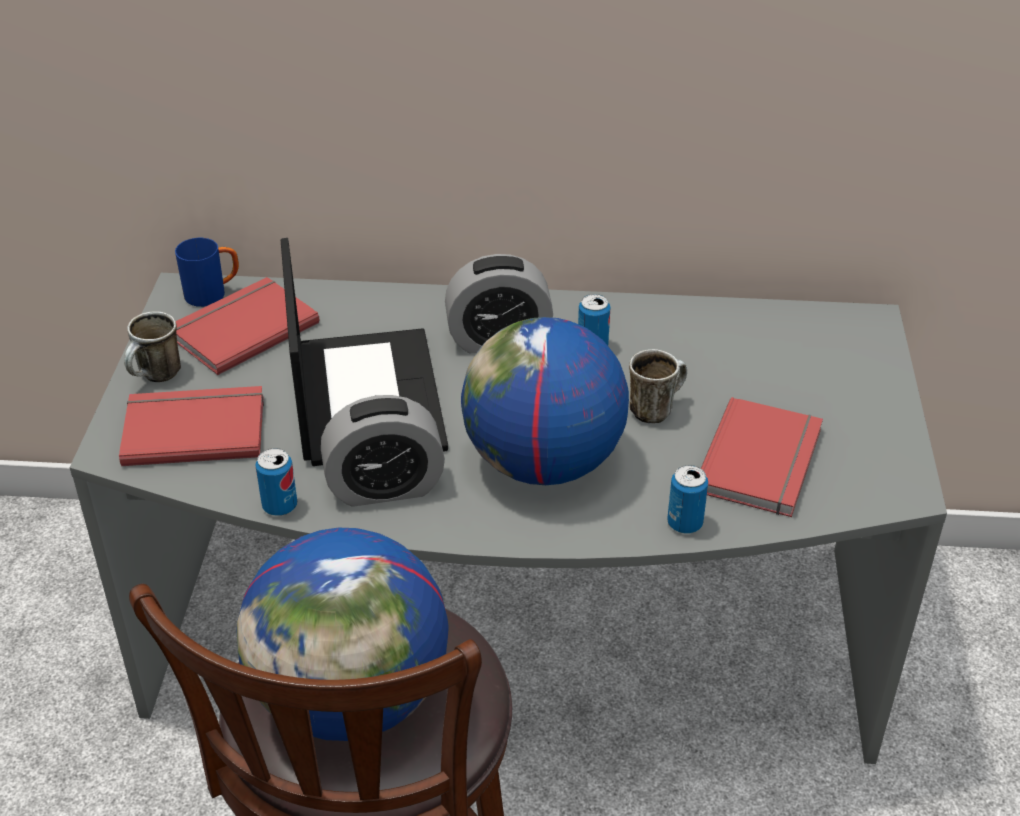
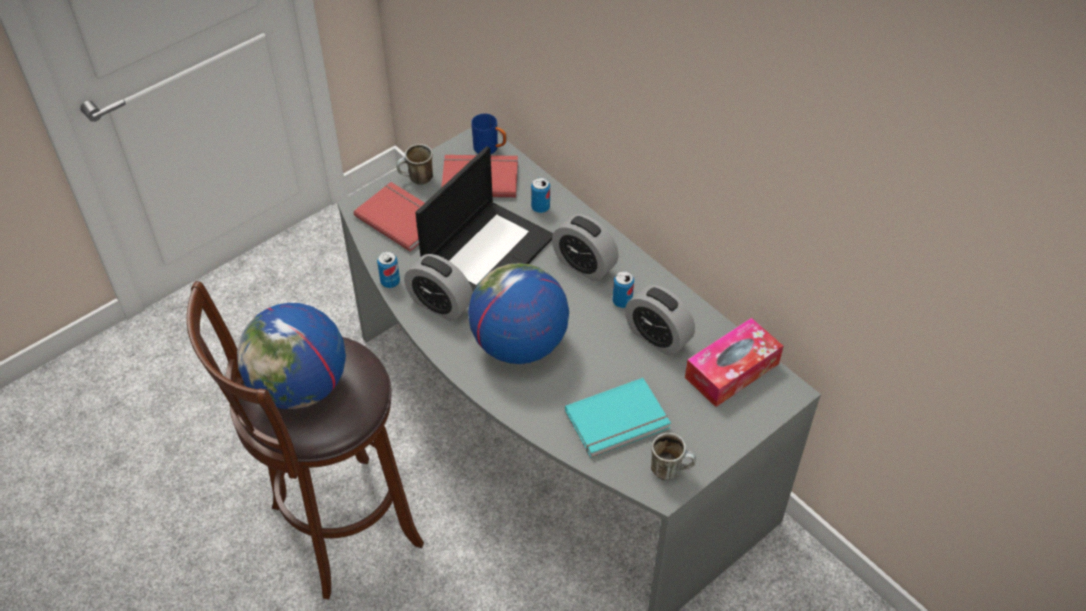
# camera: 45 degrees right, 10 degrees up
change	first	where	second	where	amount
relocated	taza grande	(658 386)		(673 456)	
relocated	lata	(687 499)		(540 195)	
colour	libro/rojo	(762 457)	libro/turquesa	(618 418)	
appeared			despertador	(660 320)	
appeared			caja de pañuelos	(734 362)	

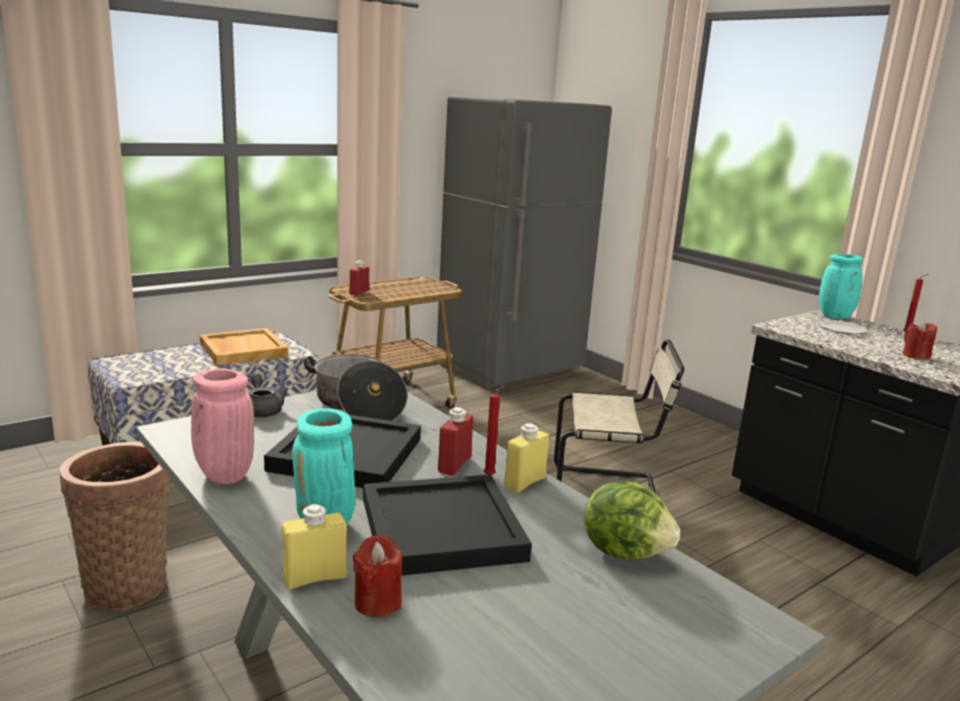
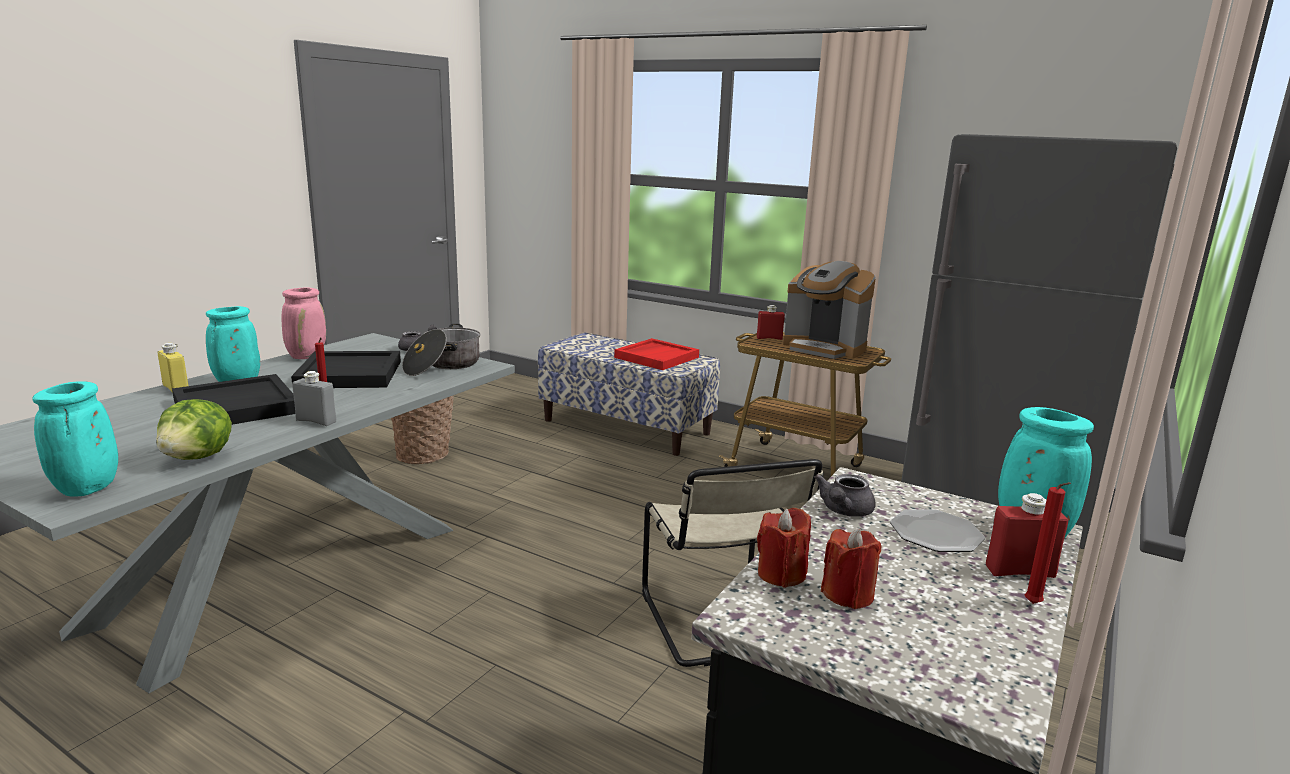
# camera: 70 degrees right, 0 degrees up
change	first	where	second	where	amount
colour	bandeja/beis	(244 346)	bandeja/rojo	(656 354)	
relocated	vela/rojo	(377 576)		(784 548)	
relocated	botella/rojo	(455 441)		(1027 535)	
colour	botella/amarillo	(526 458)	botella/gris	(314 398)	
appeared			florero/turquesa	(75 439)	
appeared			cafetera	(829 310)	
appeared			tetera/gris	(844 495)	

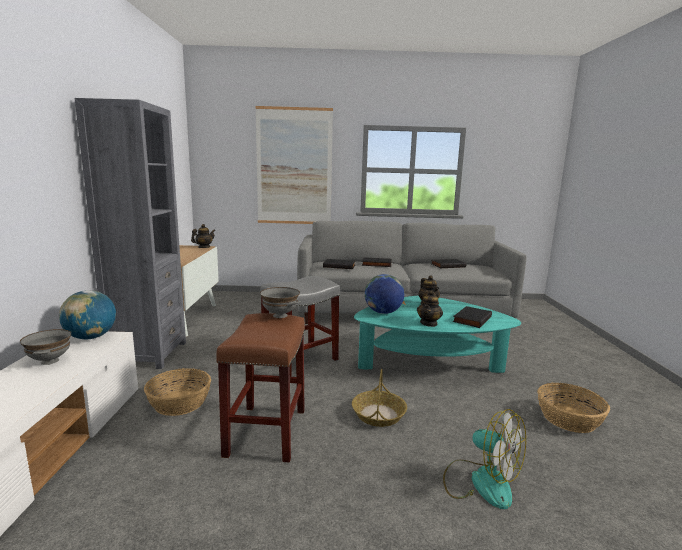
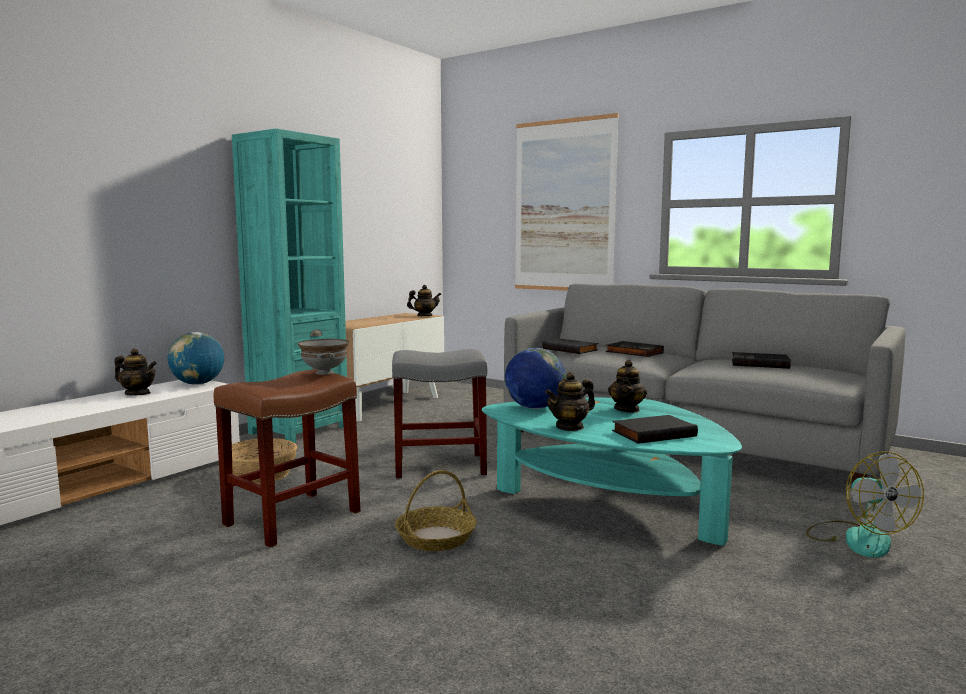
# camera: 35 degrees right, 5 degrees down
change	first	where	second	where	amount
exchanged	cuenco/gris	(45 347)	tetera	(135 371)	
colour	estantería/gris	(130 233)	estantería/turquesa	(289 286)	
relocated	ventilador	(484 459)		(865 504)	
missing	cesta	(573 408)			

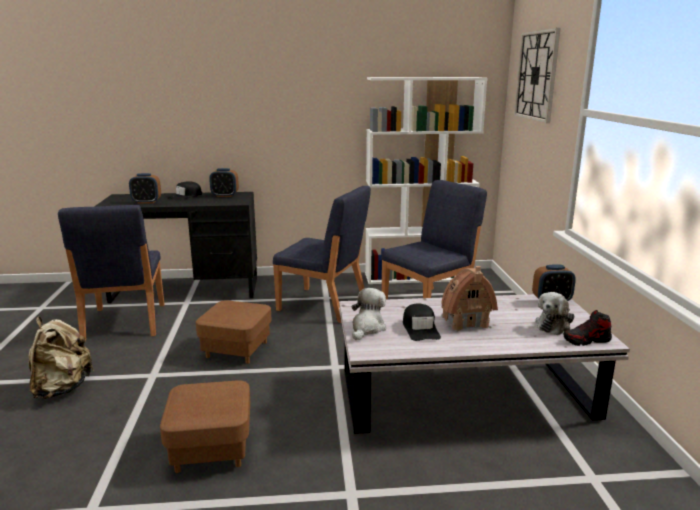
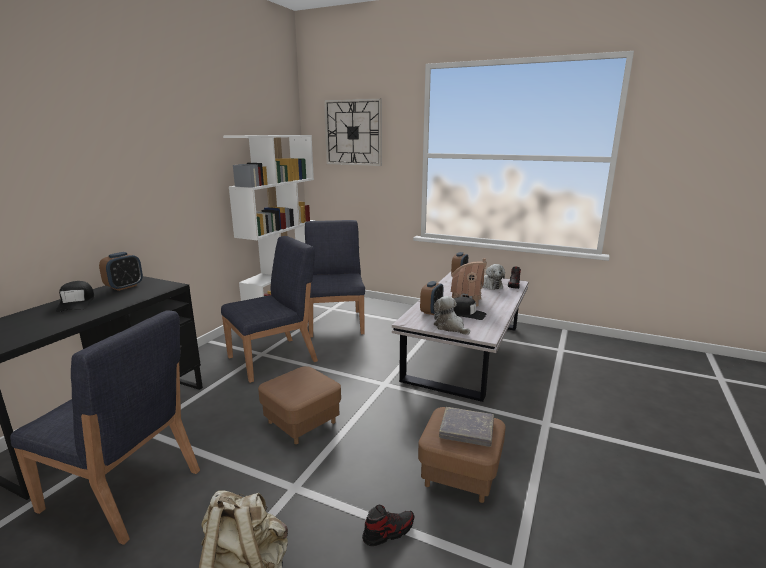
# camera: 60 degrees left, 0 degrees up
change	first	where	second	where	amount
relocated	despertador	(145 188)		(431 298)	
appeared			zapato	(388 525)	
appeared			libro/gris	(466 427)	

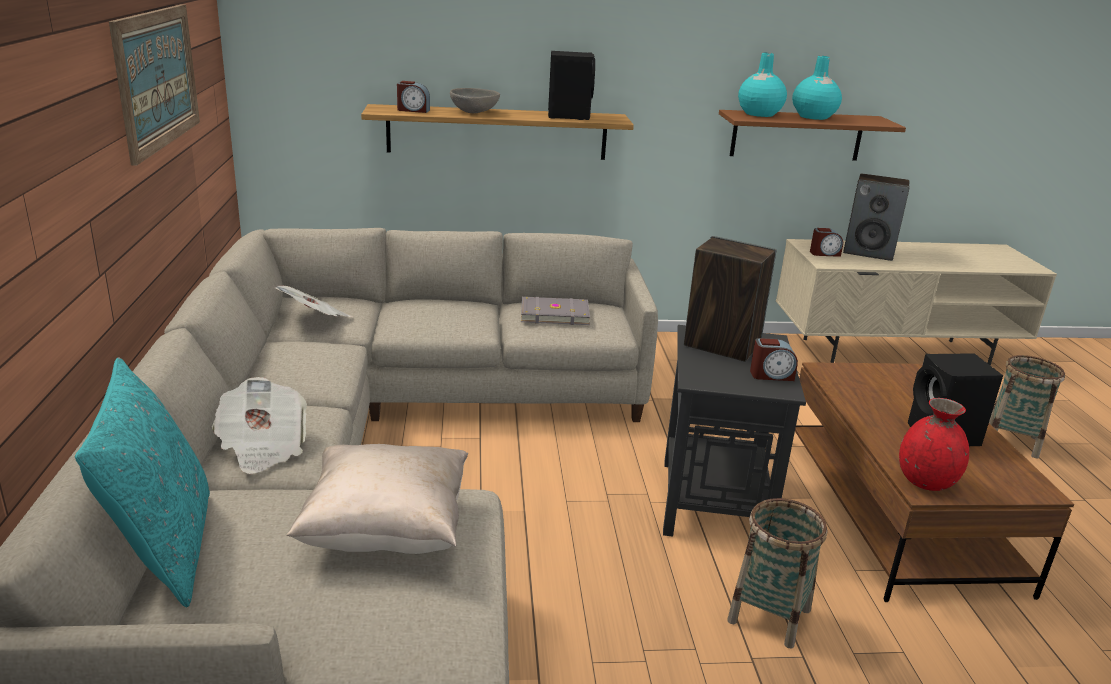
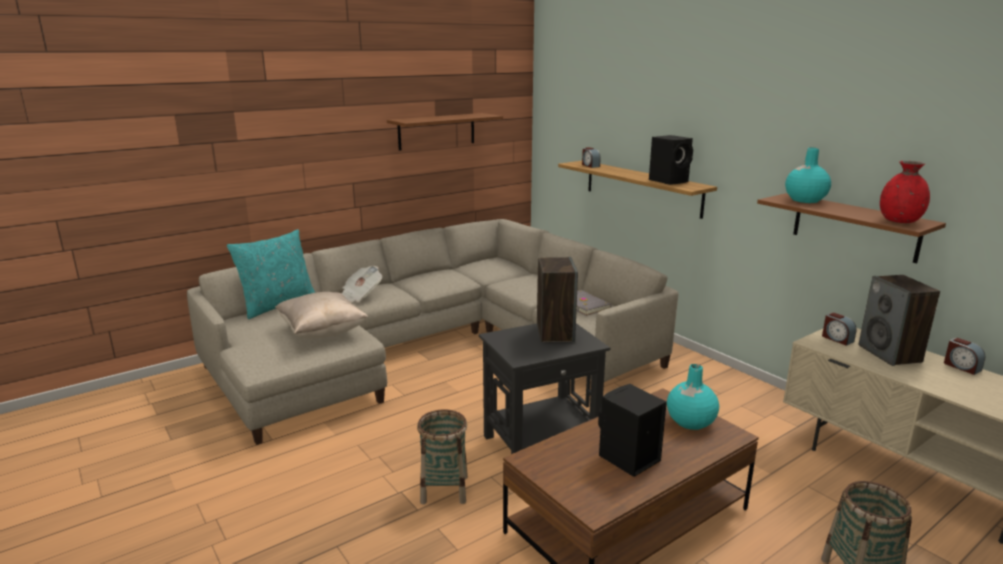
# camera: 60 degrees right, 5 degrees down
change	first	where	second	where	amount
exchanged	cuadro	(154 85)	estante/marrón	(445 132)	
missing	periódico	(313 301)			
missing	cuenco/gris	(475 100)			
relocated	despertador	(774 359)		(964 356)	
relocated	florero/turquesa	(817 88)		(693 397)	
relocated	florero/rojo	(934 444)		(905 192)	

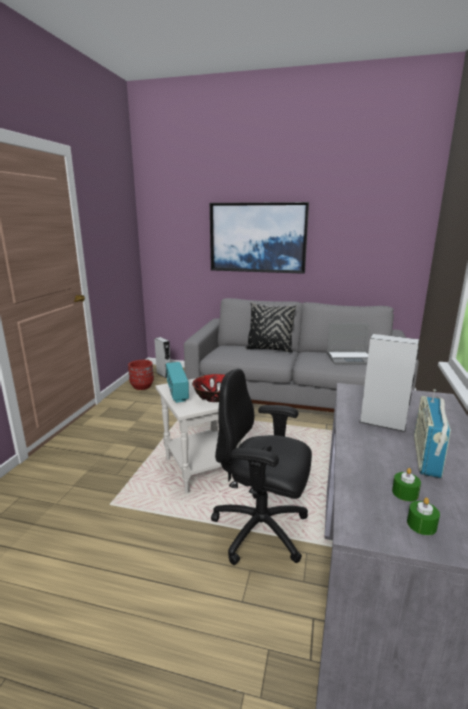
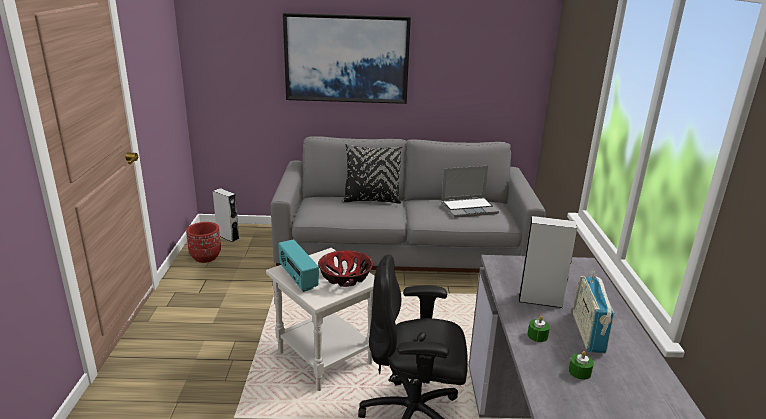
# camera: 15 degrees left, 5 degrees up
change	first	where	second	where	amount
relocated	vela/verde	(423 516)		(539 329)	

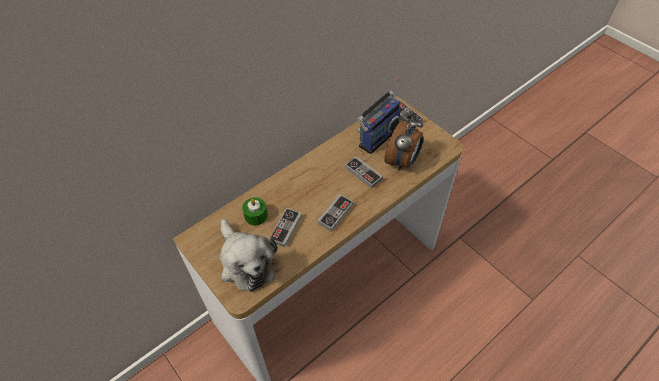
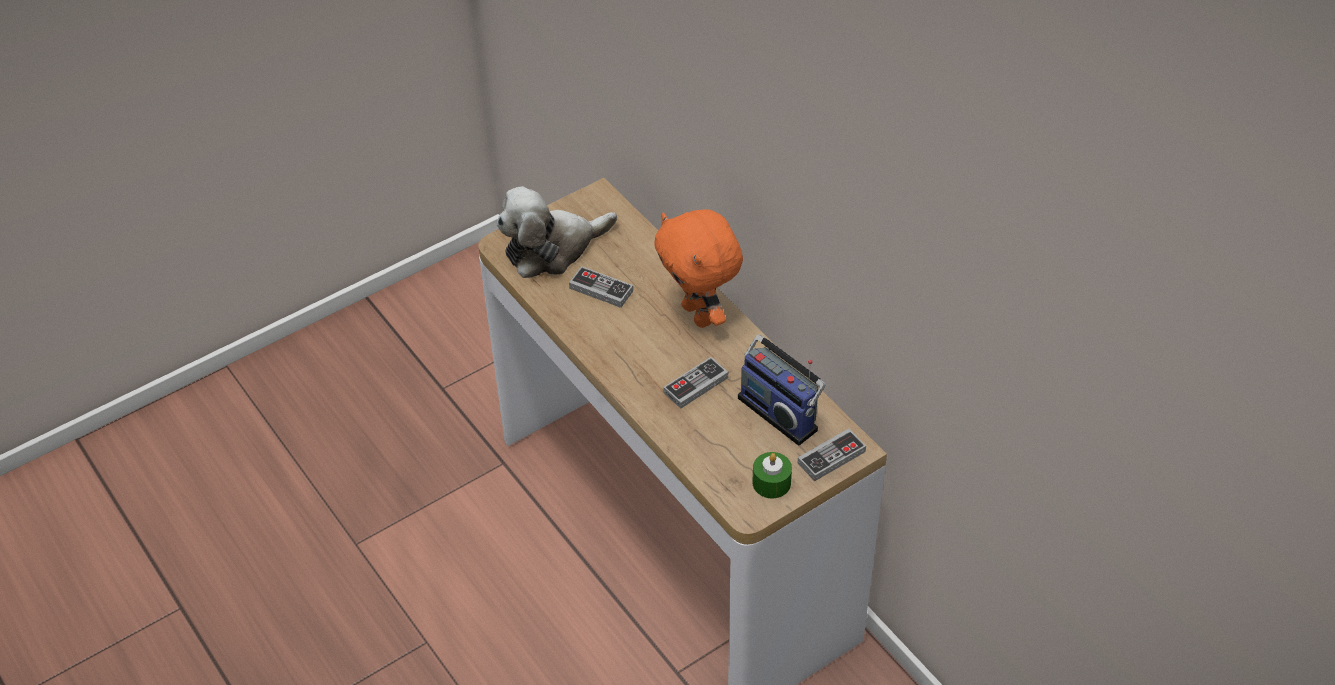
# camera: 95 degrees right, 5 degrees down
change	first	where	second	where	amount
relocated	vela/verde	(255 211)		(772 475)	
missing	mando de consola	(335 213)			
missing	despertador	(403 143)			
appeared			peluche/naranja	(698 269)	

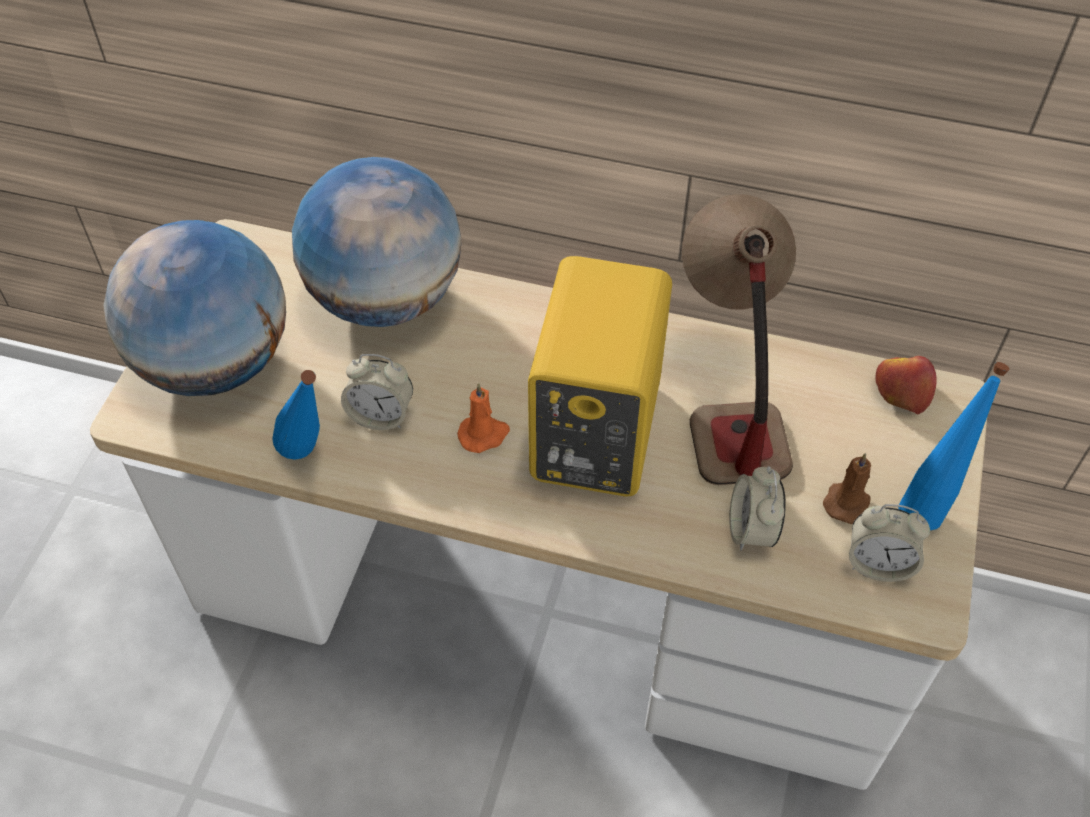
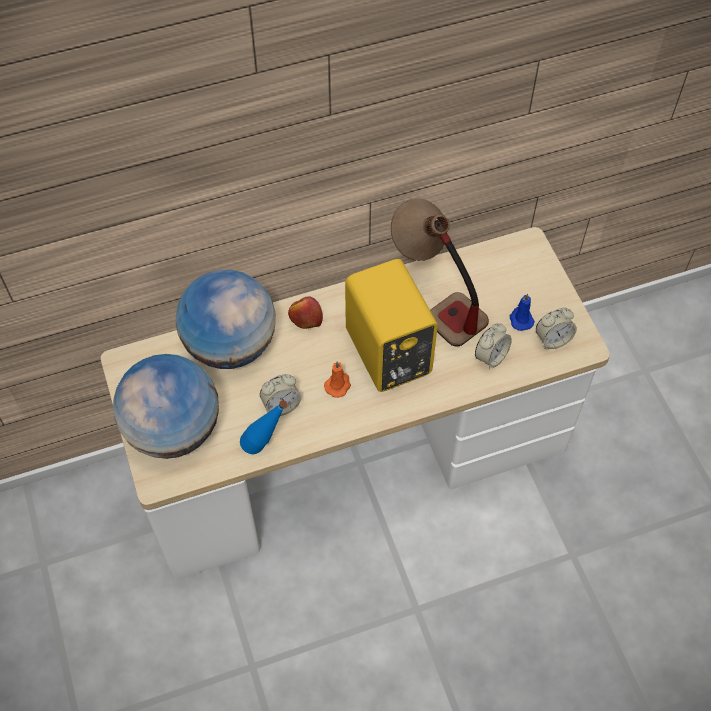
# camera: 35 degrees left, 5 degrees up
change	first	where	second	where	amount
spun	despertador	(757 508)		(493 346)	105 degrees counterclockwise
colour	vela/marrón	(847 488)	vela/azul	(522 312)	
relocated	manzana	(906 385)		(305 312)	
missing	botella/azul	(953 446)			

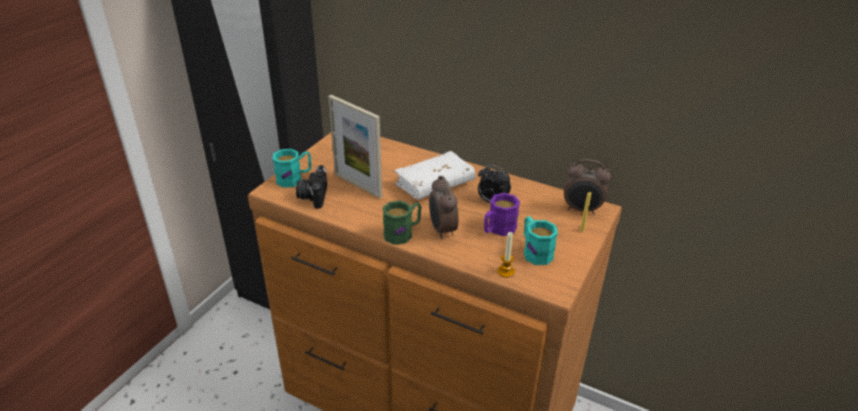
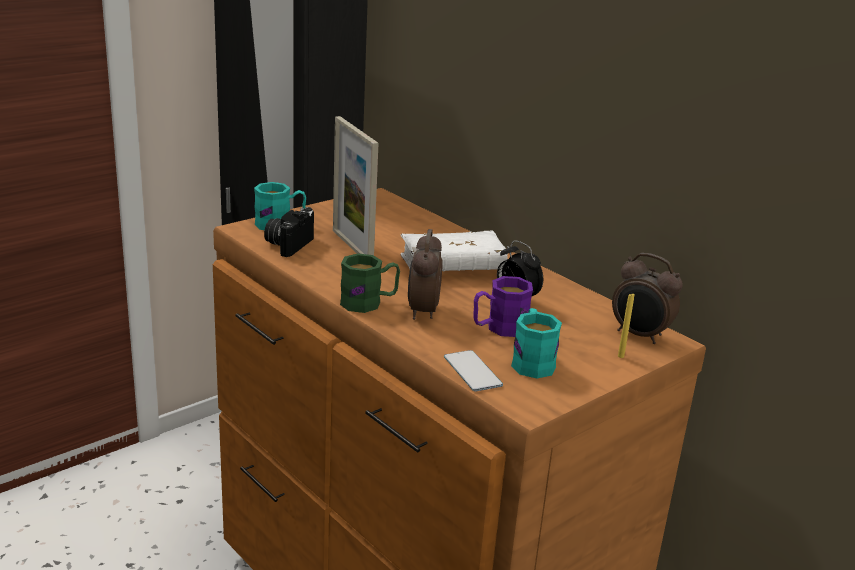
# camera: 20 degrees right, 10 degrees down
change	first	where	second	where	amount
exchanged	vela	(506 255)	móvil	(473 370)	

